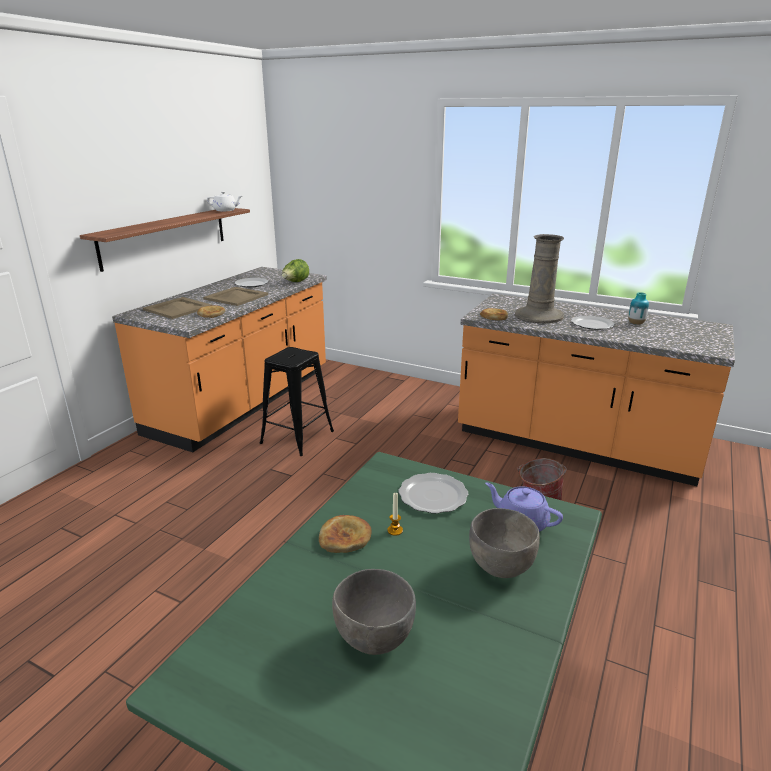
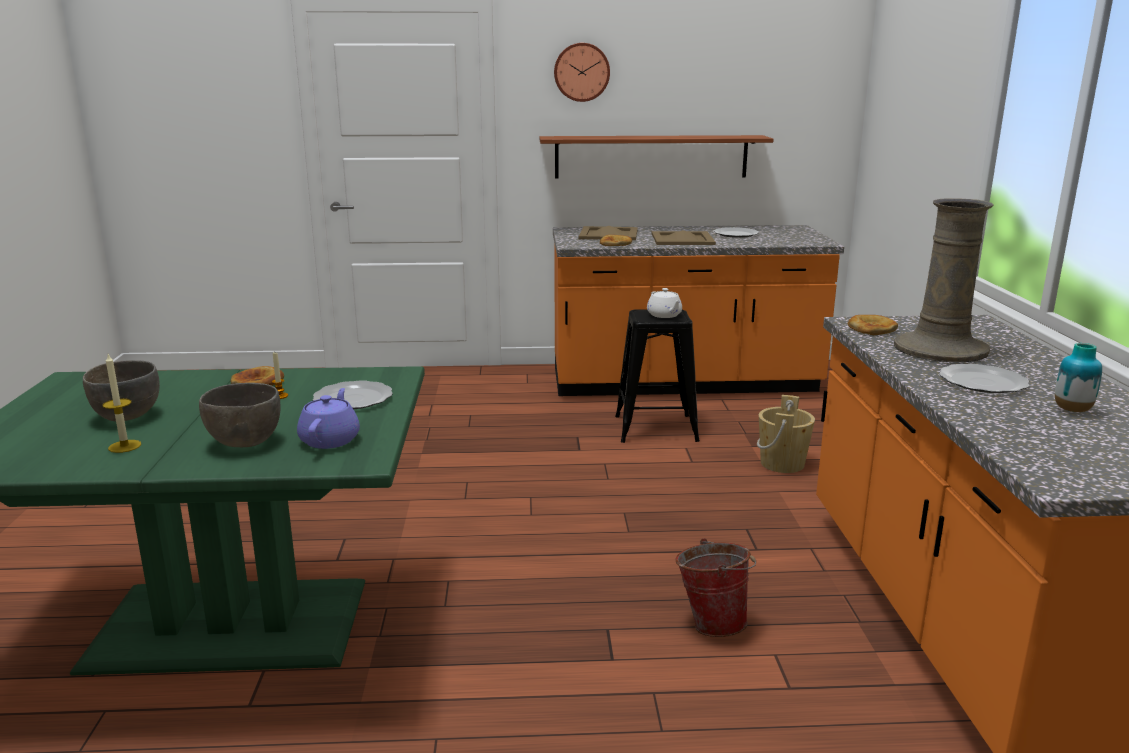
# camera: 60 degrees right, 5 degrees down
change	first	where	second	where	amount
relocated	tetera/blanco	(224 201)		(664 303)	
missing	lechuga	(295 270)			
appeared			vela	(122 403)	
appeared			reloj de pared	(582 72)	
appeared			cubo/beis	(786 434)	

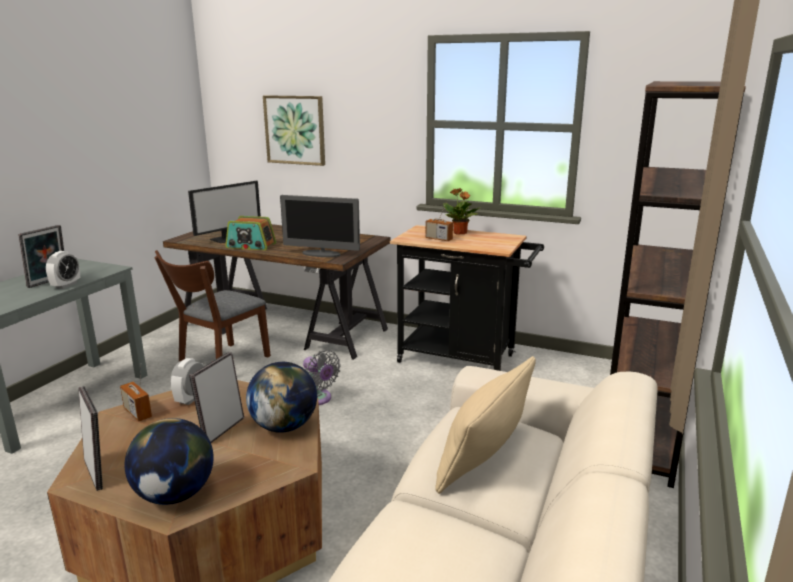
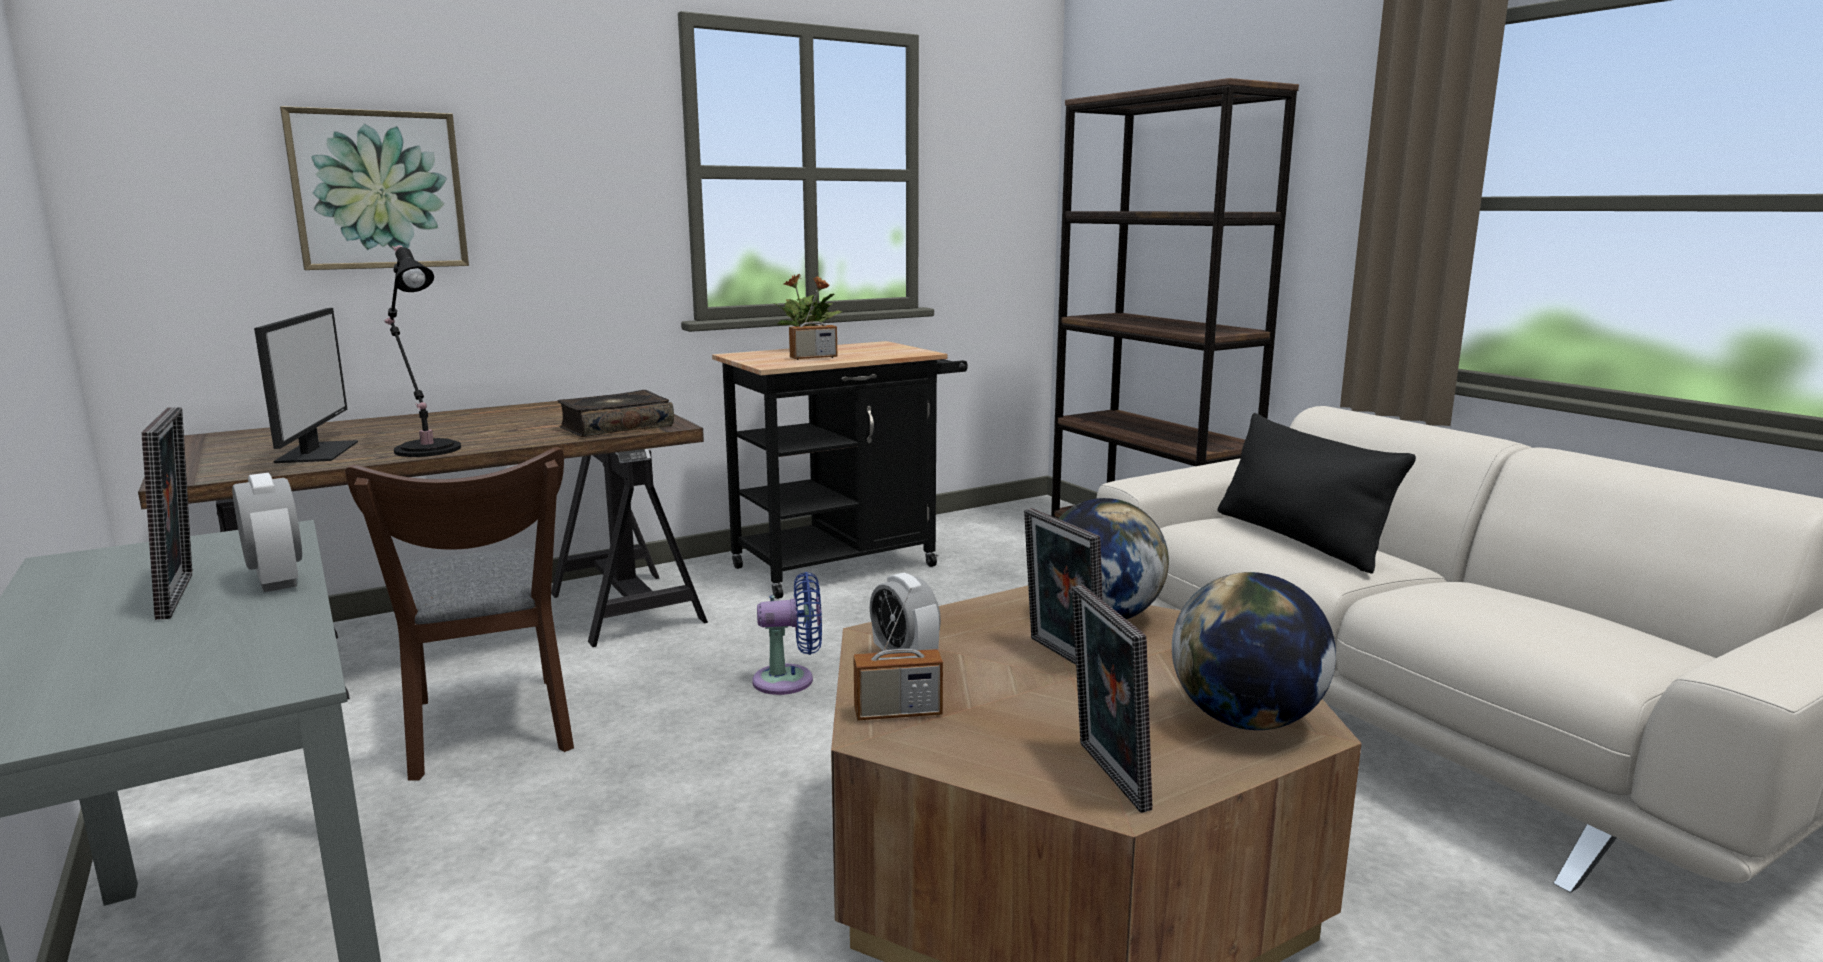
# camera: 55 degrees left, 5 degrees down
change	first	where	second	where	amount
spun	portarretratos	(90 438)		(1112 699)	105 degrees counterclockwise
exchanged	radio	(250 233)	lámpara de mesa/negro	(423 351)	
exchanged	monitor	(320 226)	libro	(615 413)	
colour	ventilador/gris	(322 377)	ventilador/azul	(787 633)	
colour	cojín/beis	(485 425)	cojín/negro	(1317 493)	

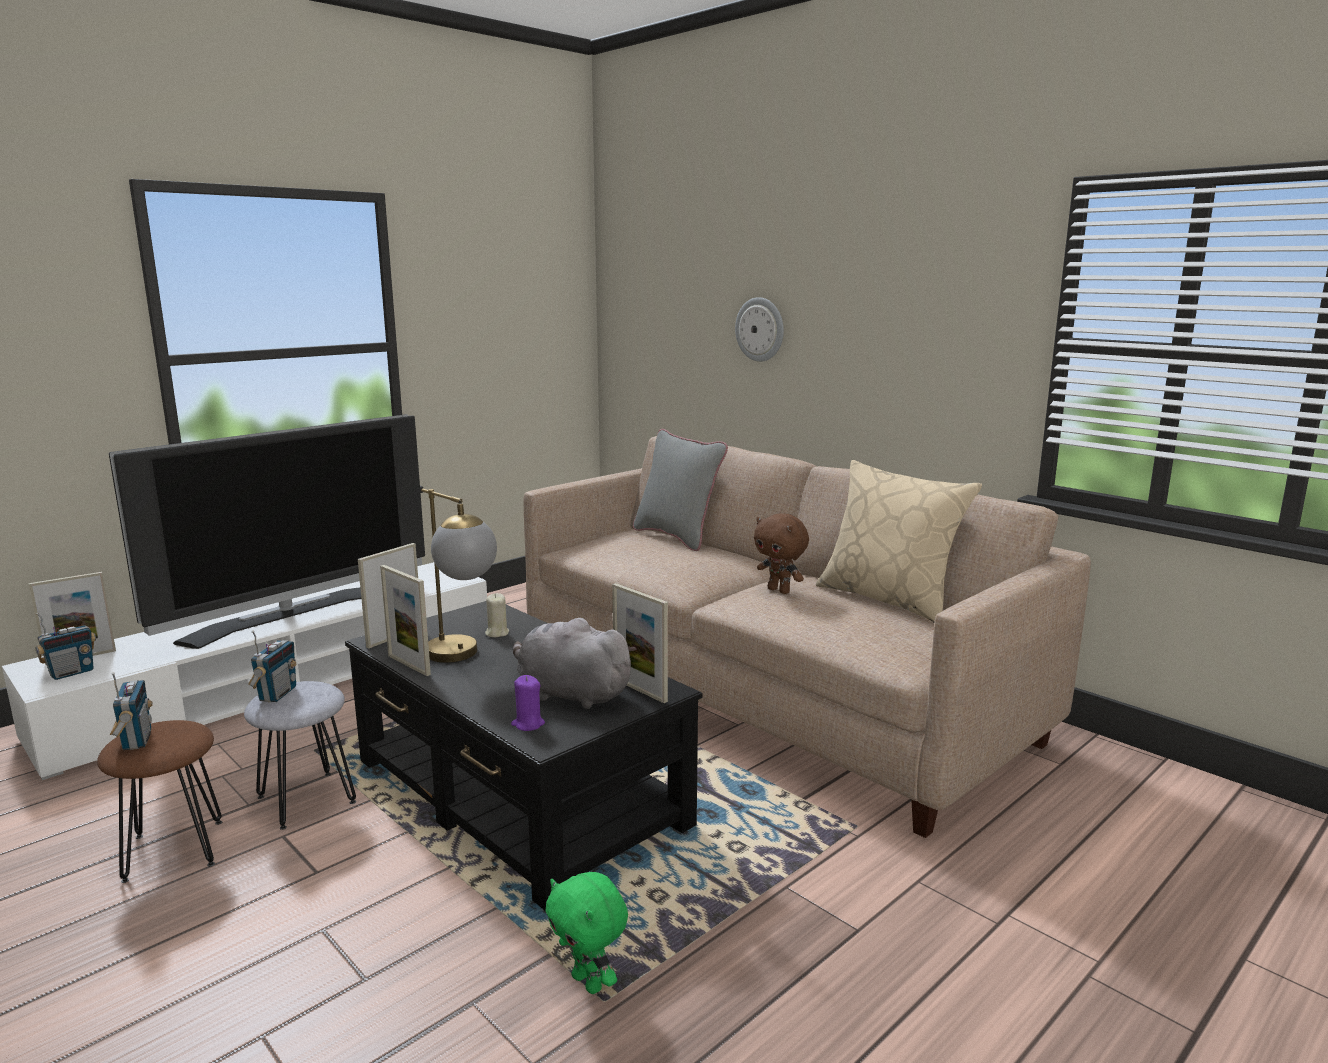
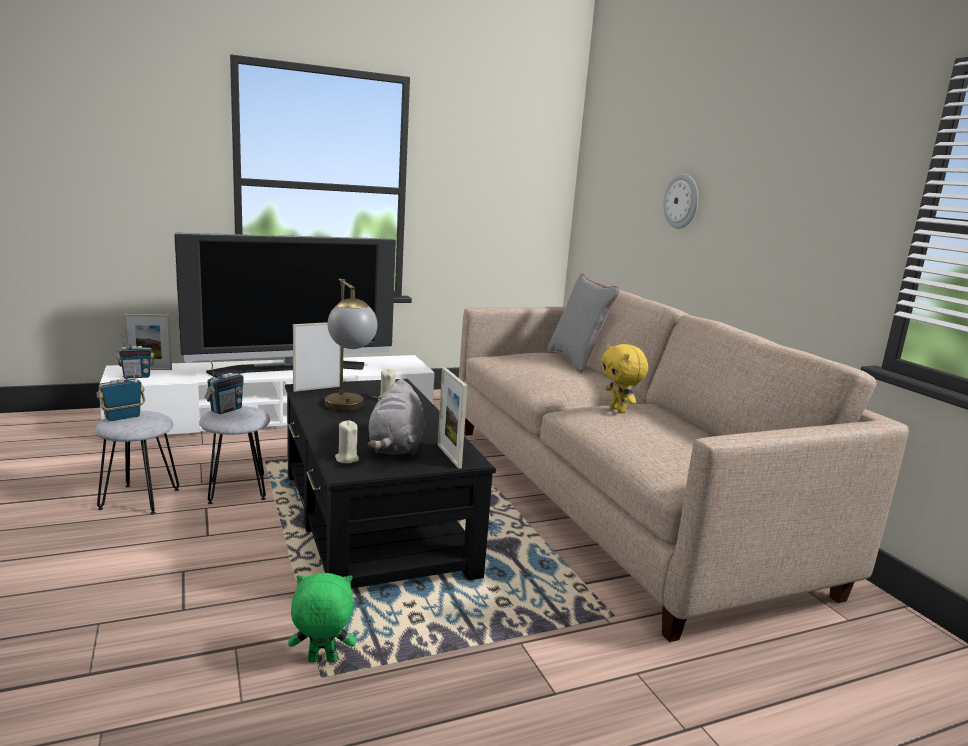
# camera: 20 degrees right, 0 degrees up
change	first	where	second	where	amount
colour	taburete/marrón	(159 801)	taburete/gris	(137 462)	
spun	radio	(131 711)		(120 391)	135 degrees counterclockwise
missing	portarretratos	(405 620)			
colour	vela/morado	(528 703)	vela/beis	(347 442)	
spun	peluche/gris	(575 663)		(396 417)	135 degrees counterclockwise
spun	peluche/verde	(587 933)		(322 617)	105 degrees clockwise
colour	peluche/marrón	(781 553)	peluche/amarillo	(625 378)	
missing	cojín/beis	(899 541)			

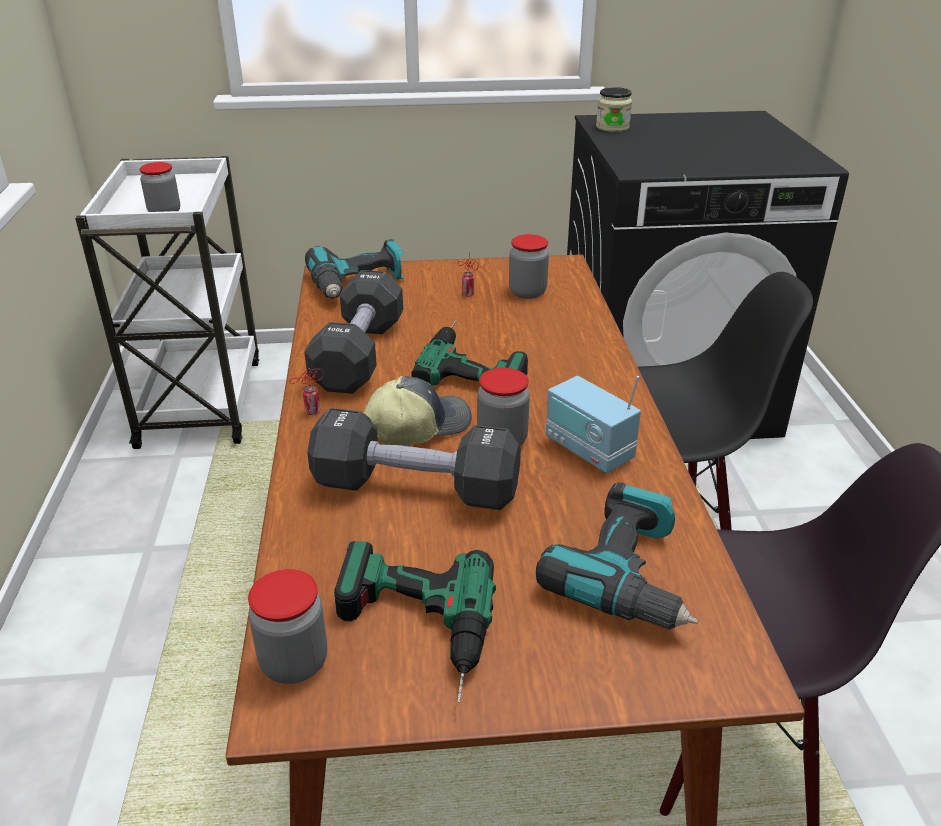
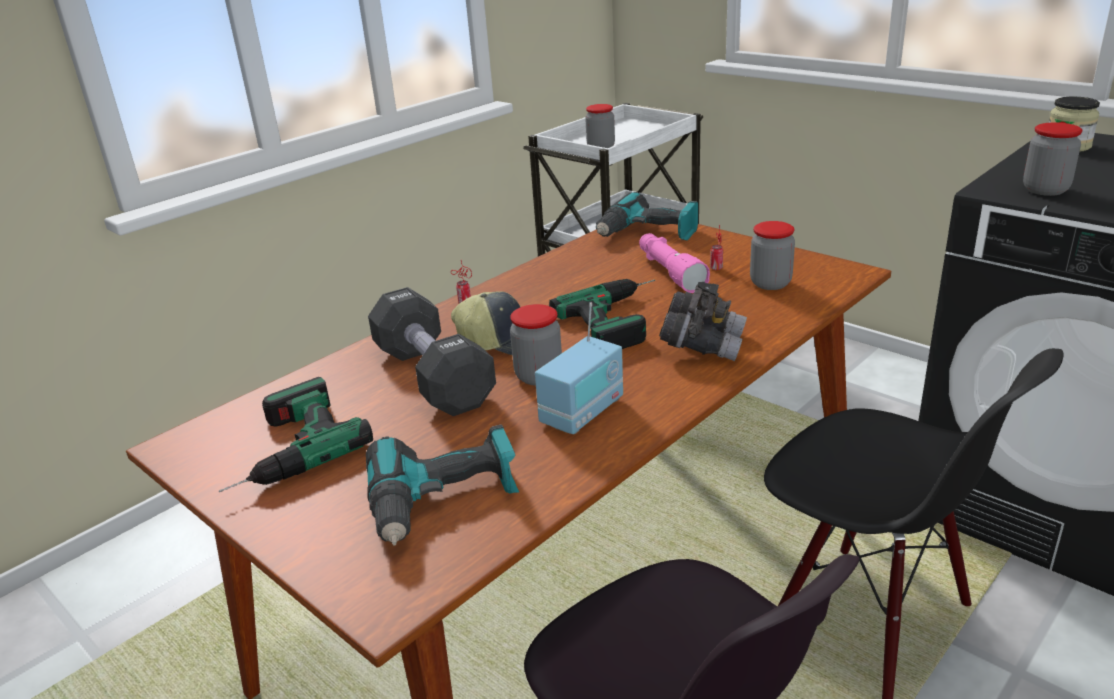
# camera: 50 degrees right, 5 degrees down
change	first	where	second	where	amount
relocated	tarro	(287 626)		(1052 159)	
missing	mancuerna/negro	(353 332)			
spun	radio	(593 424)		(579 368)	150 degrees counterclockwise
appeared			linterna/rosa	(674 263)	
appeared			prismáticos/gris	(703 321)	

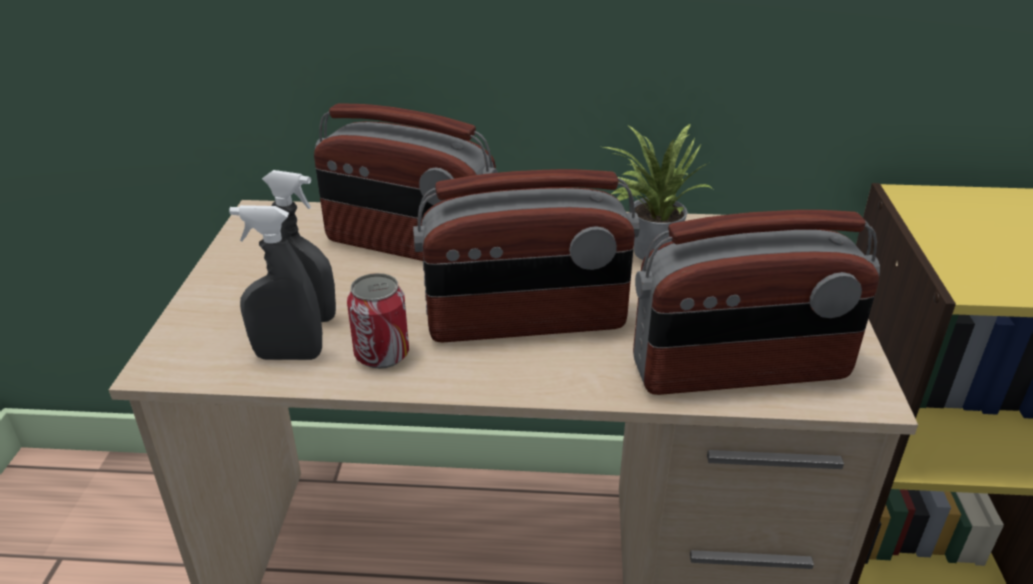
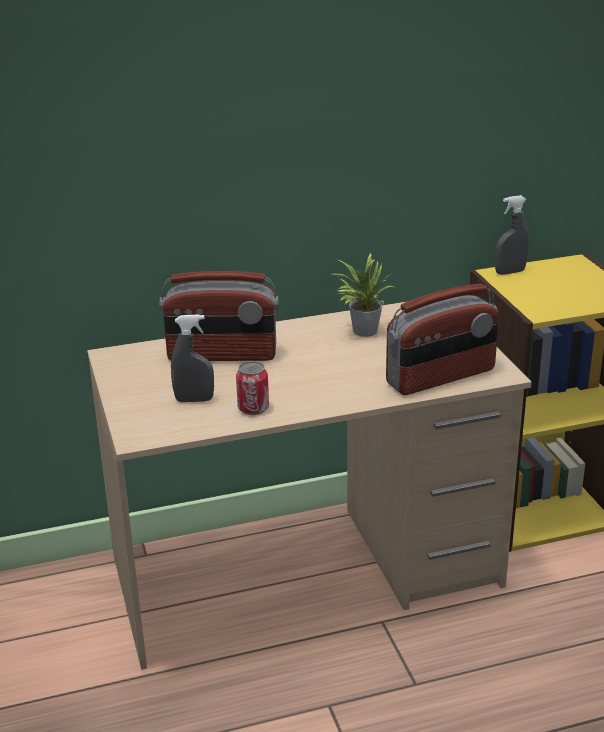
# camera: 20 degrees left, 5 degrees down
change	first	where	second	where	amount
relocated	pulverizador/gris	(275 282)		(512 235)	
missing	radio	(526 255)			

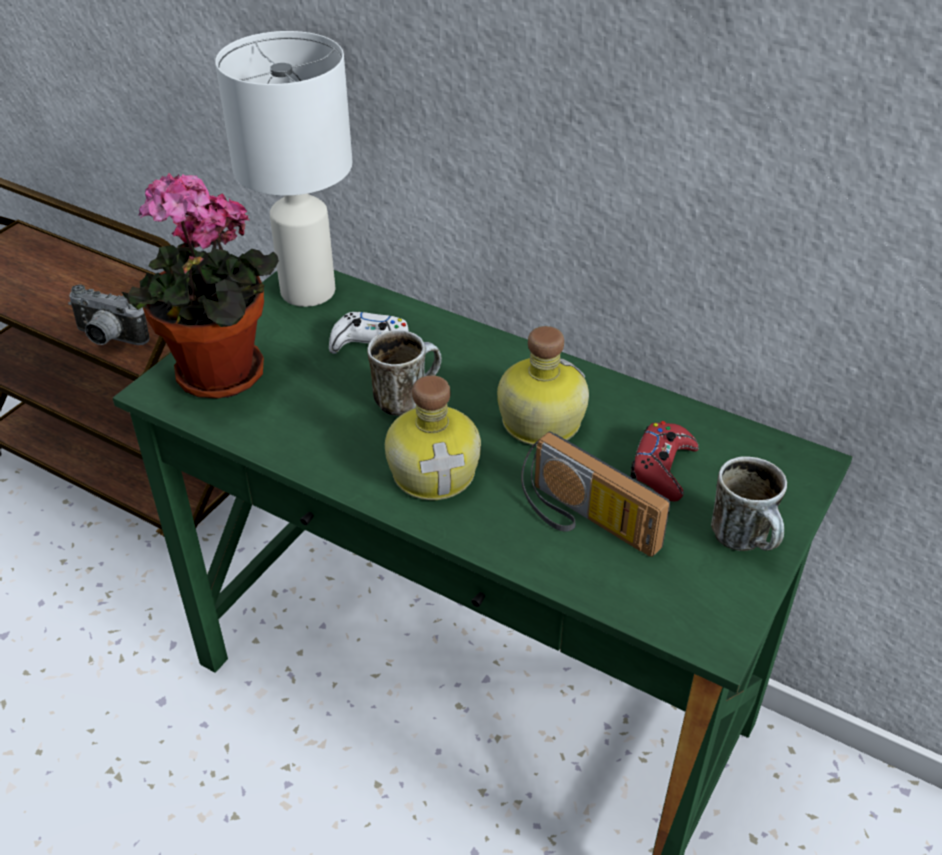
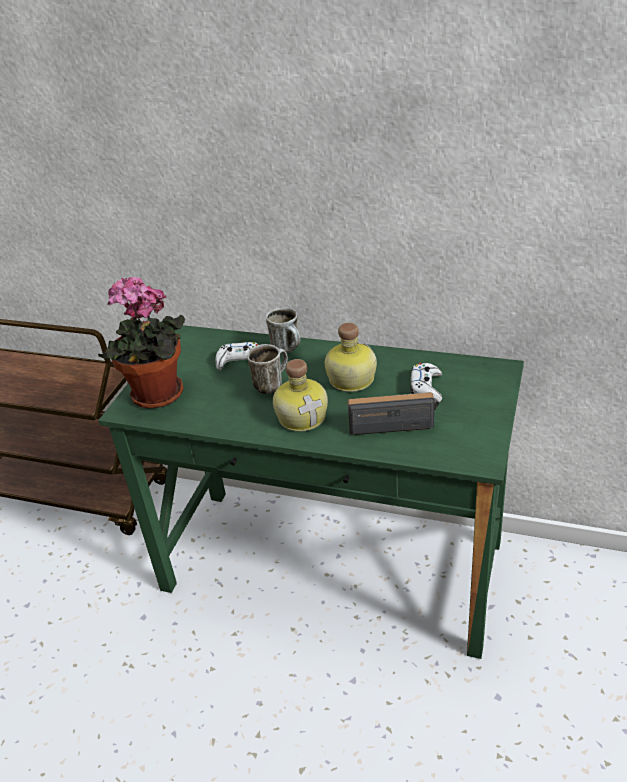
# camera: 10 degrees left, 5 degrees down
change	first	where	second	where	amount
missing	cámara	(109 315)			
missing	lámpara de mesa/blanco	(284 169)			
spun	radio	(595 494)		(393 413)	150 degrees clockwise
colour	mando de consola/rojo	(664 461)	mando de consola/blanco	(426 382)	
relocated	taza grande	(749 504)		(283 330)	

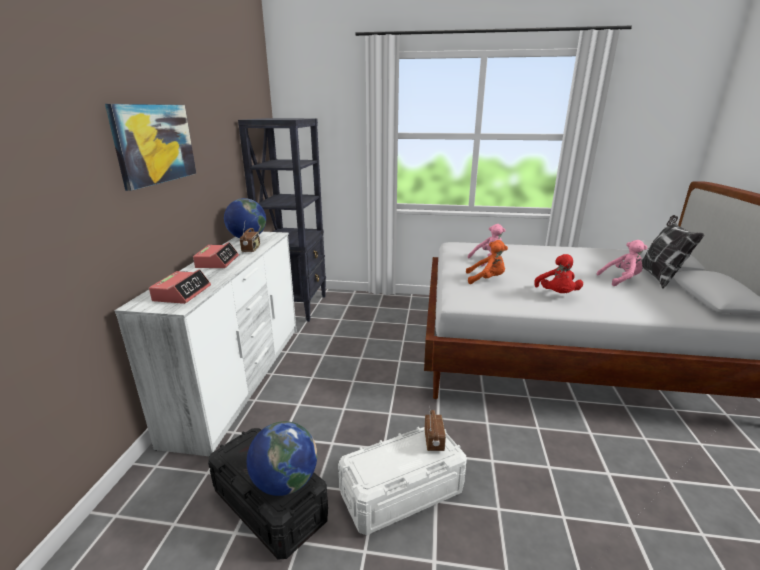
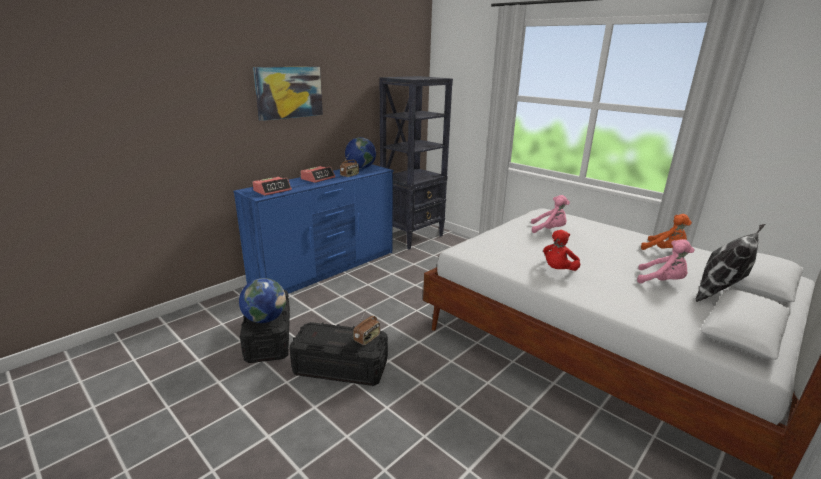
# camera: 35 degrees right, 0 degrees up
change	first	where	second	where	amount
colour	cómoda/blanco	(205 344)	cómoda/azul	(313 229)	
colour	caja de almacenaje/blanco	(402 481)	caja de almacenaje/negro	(338 354)	
relocated	peluche/naranja	(487 262)		(666 232)	

